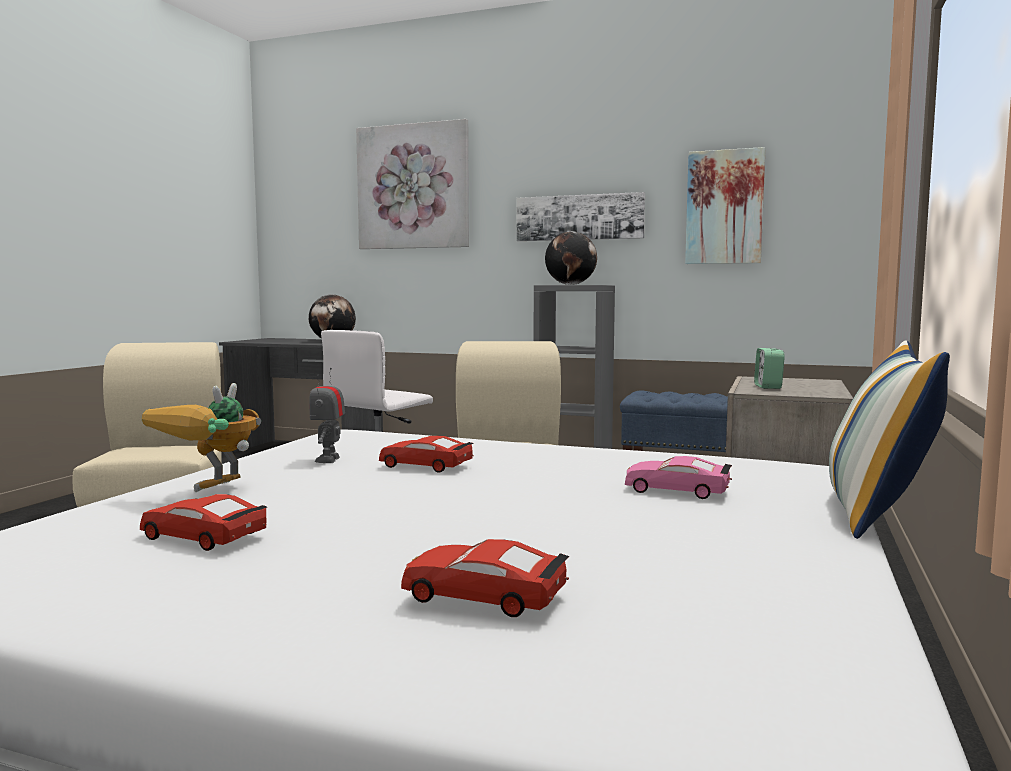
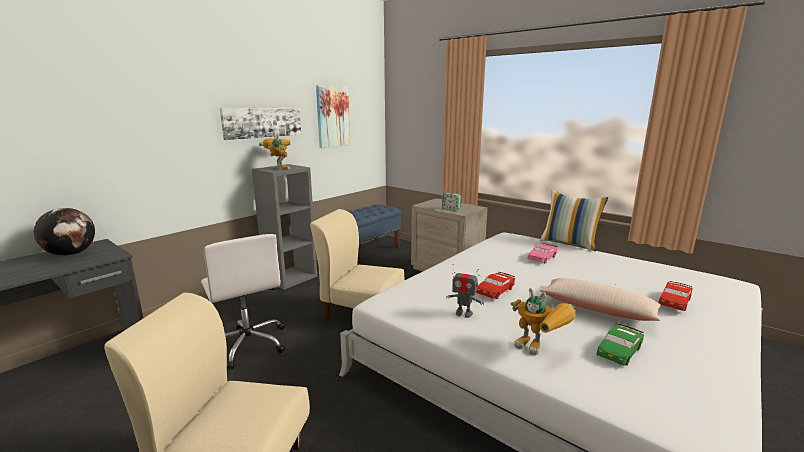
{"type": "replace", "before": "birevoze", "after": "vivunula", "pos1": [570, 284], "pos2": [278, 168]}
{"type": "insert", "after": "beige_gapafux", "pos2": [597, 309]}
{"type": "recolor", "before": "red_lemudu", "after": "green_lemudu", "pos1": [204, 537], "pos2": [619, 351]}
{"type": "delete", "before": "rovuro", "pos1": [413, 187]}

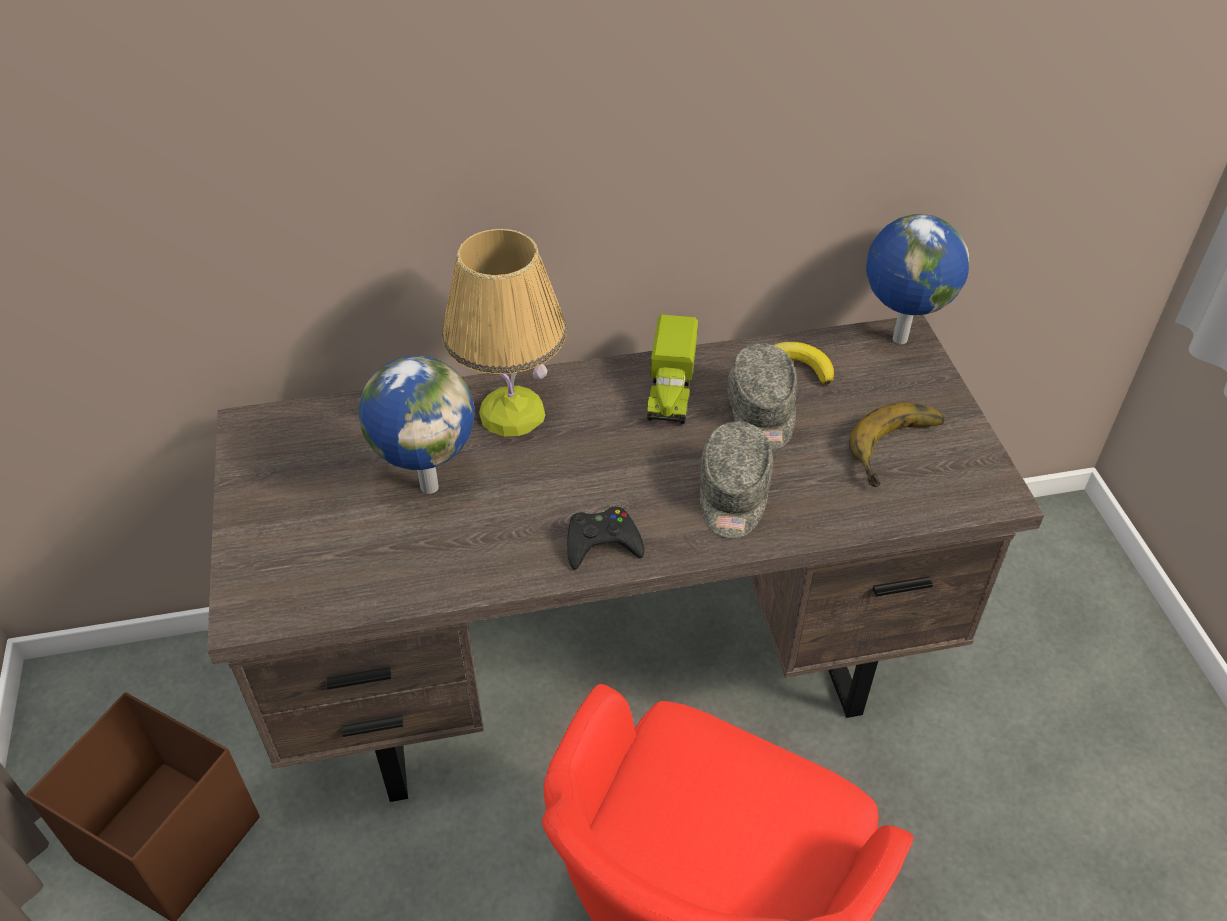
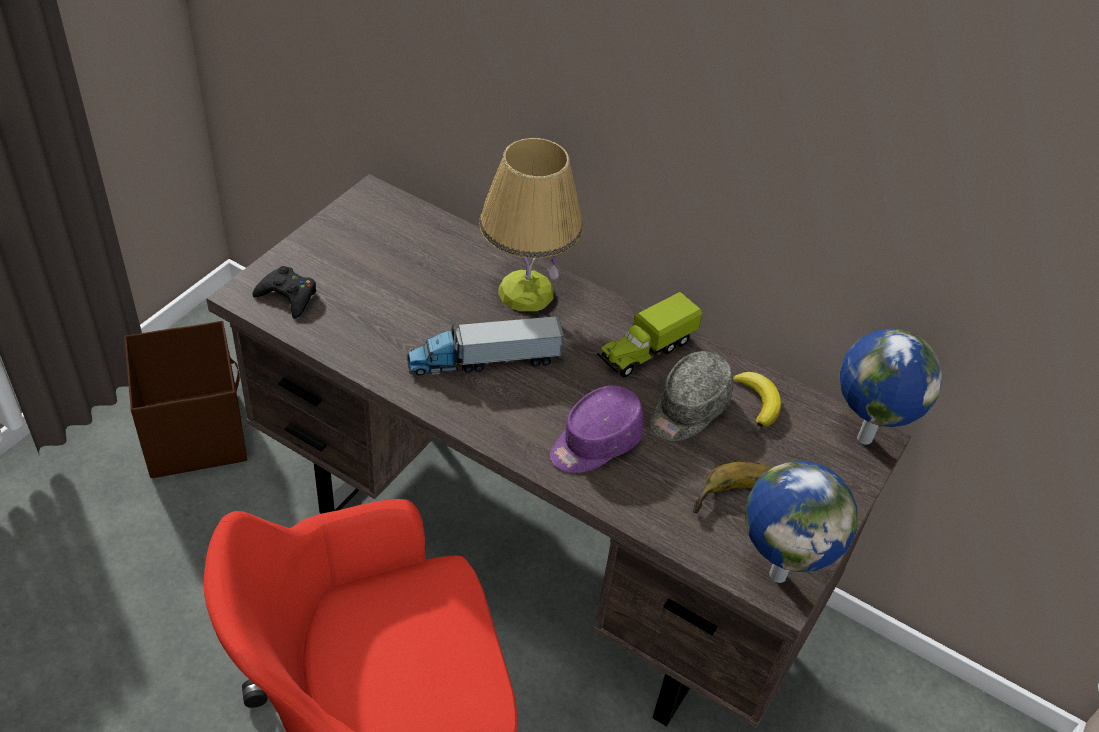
{"type": "move", "before": "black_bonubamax", "pos1": [602, 543], "pos2": [288, 296]}
{"type": "insert", "after": "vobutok", "pos2": [484, 360]}
{"type": "recolor", "before": "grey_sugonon", "after": "purple_sugonon", "pos1": [733, 495], "pos2": [594, 443]}
{"type": "move", "before": "birevoze", "pos1": [429, 485], "pos2": [778, 573]}

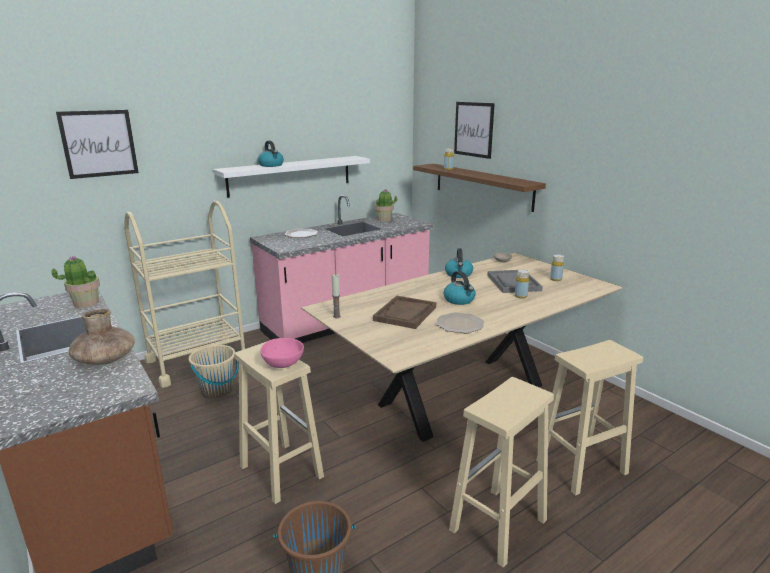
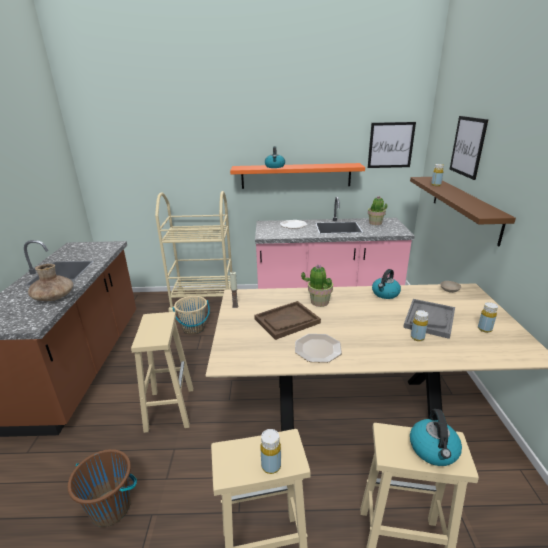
{"type": "recolor", "before": "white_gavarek", "after": "orange_gavarek", "pos1": [290, 175], "pos2": [296, 176]}
{"type": "insert", "after": "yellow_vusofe", "pos2": [271, 466]}
{"type": "move", "before": "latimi", "pos1": [86, 303], "pos2": [319, 302]}
{"type": "move", "before": "rovuro", "pos1": [99, 143], "pos2": [390, 145]}
{"type": "move", "before": "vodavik", "pos1": [459, 300], "pos2": [434, 450]}
{"type": "delete", "before": "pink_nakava", "pos1": [283, 364]}

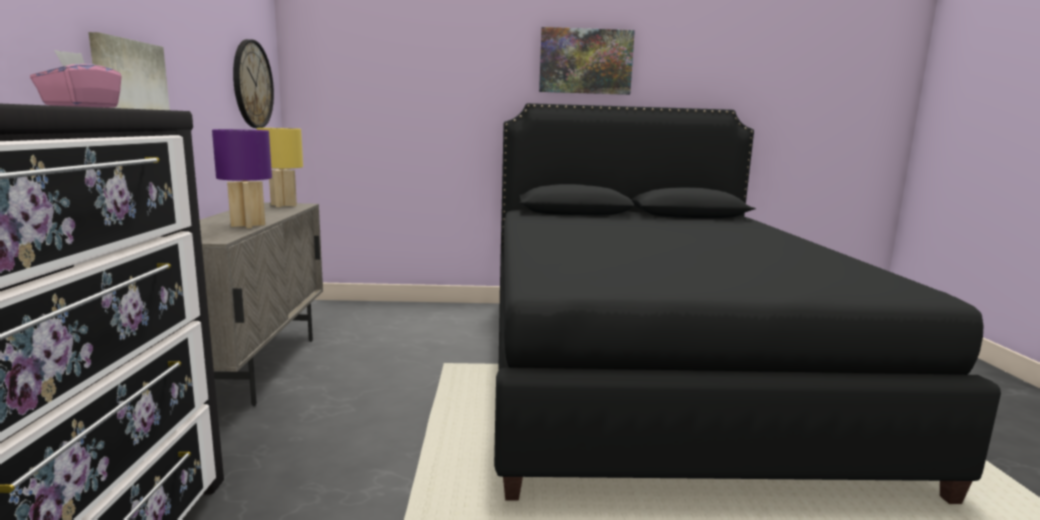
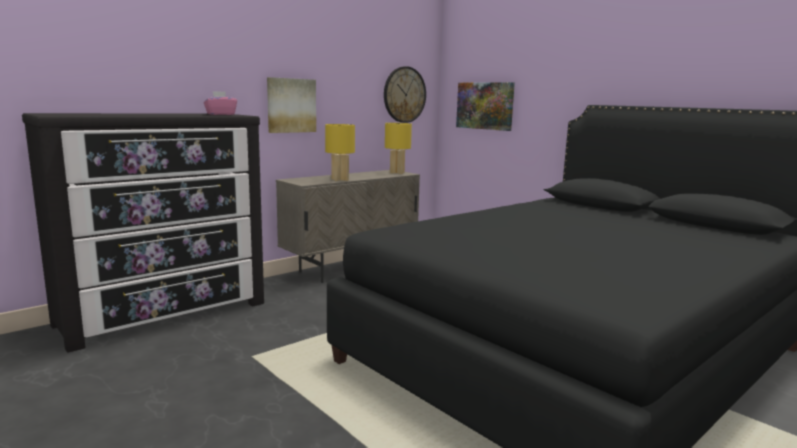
{"type": "recolor", "before": "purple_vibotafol", "after": "yellow_vibotafol", "pos1": [248, 225], "pos2": [340, 180]}
{"type": "move", "before": "rovuro", "pos1": [585, 61], "pos2": [485, 106]}

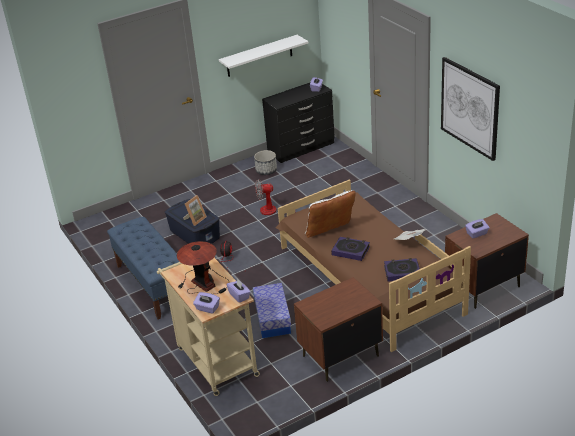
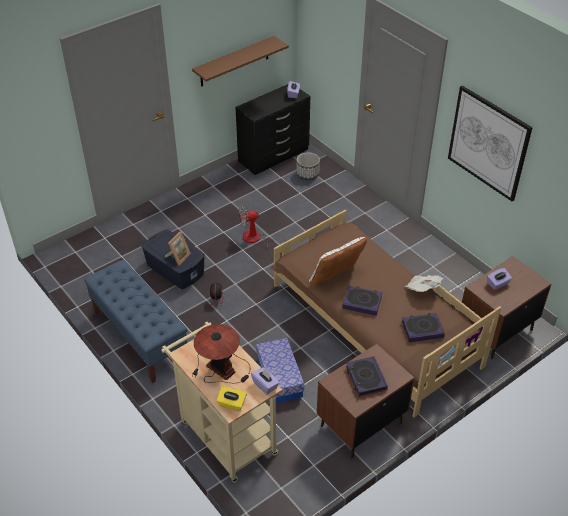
{"type": "recolor", "before": "white_gavarek", "after": "brown_gavarek", "pos1": [259, 56], "pos2": [234, 62]}
{"type": "recolor", "before": "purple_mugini", "after": "yellow_mugini", "pos1": [207, 308], "pos2": [232, 404]}
{"type": "move", "before": "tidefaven", "pos1": [266, 170], "pos2": [307, 174]}
{"type": "insert", "after": "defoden", "pos2": [366, 378]}

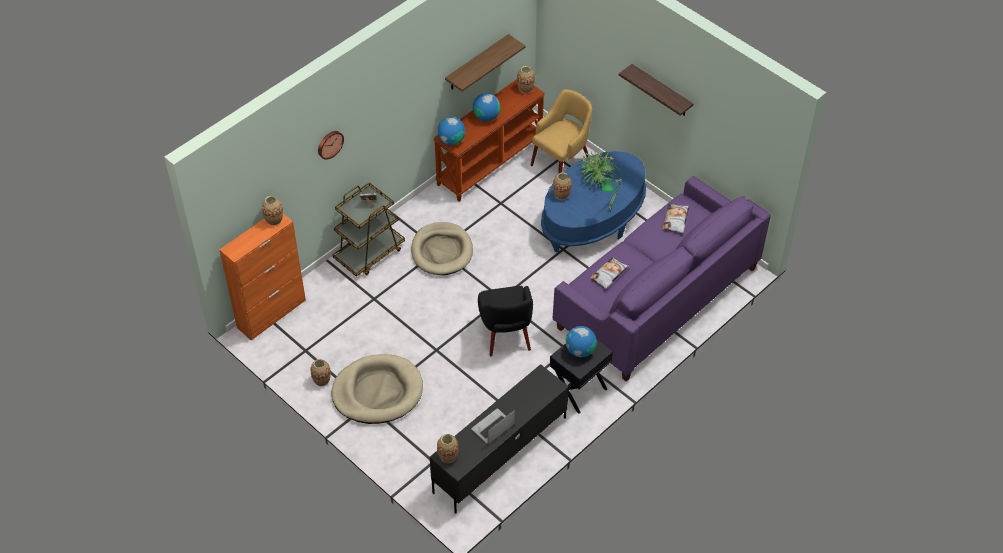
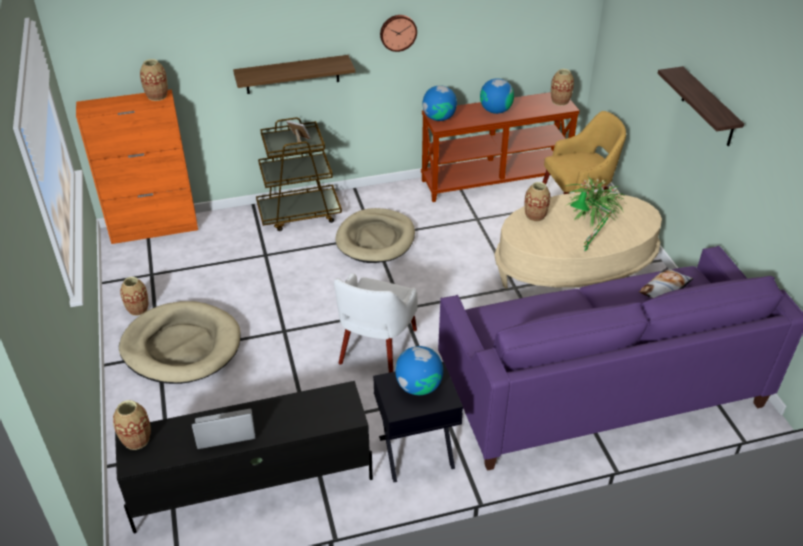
{"type": "move", "before": "gavarek", "pos1": [477, 63], "pos2": [292, 74]}
{"type": "recolor", "before": "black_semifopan", "after": "white_semifopan", "pos1": [505, 334], "pos2": [376, 348]}
{"type": "move", "before": "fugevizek", "pos1": [329, 144], "pos2": [398, 32]}
{"type": "recolor", "before": "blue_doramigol", "after": "beige_doramigol", "pos1": [592, 218], "pos2": [574, 270]}
{"type": "delete", "before": "gapafux", "pos1": [609, 275]}

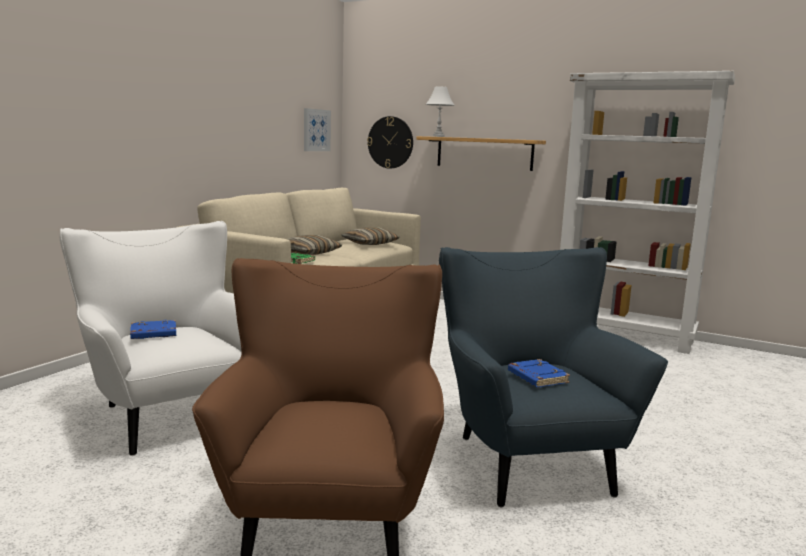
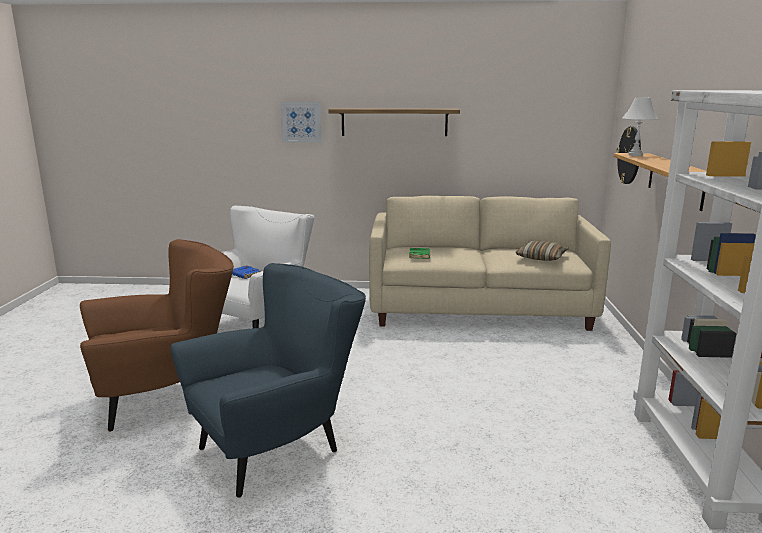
{"type": "move", "before": "rovuro", "pos1": [316, 130], "pos2": [301, 122]}
{"type": "insert", "after": "gavarek", "pos2": [394, 122]}
{"type": "delete", "before": "gapafux", "pos1": [309, 253]}
{"type": "delete", "before": "blue_defoden", "pos1": [536, 377]}

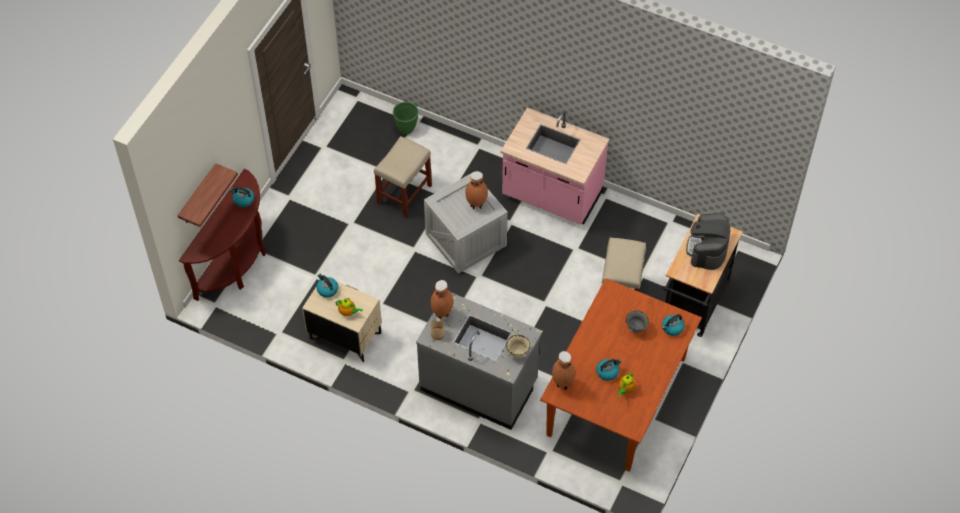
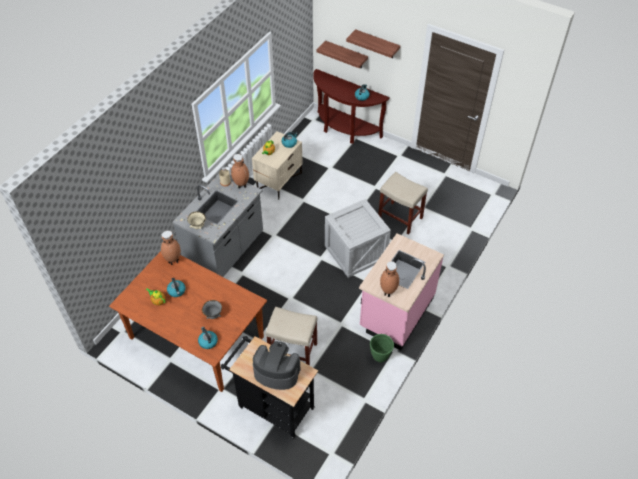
{"type": "insert", "after": "gavarek", "pos2": [377, 44]}
{"type": "move", "before": "green_tidefaven", "pos1": [406, 128], "pos2": [380, 356]}
{"type": "move", "before": "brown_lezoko", "pos1": [476, 205], "pos2": [388, 292]}

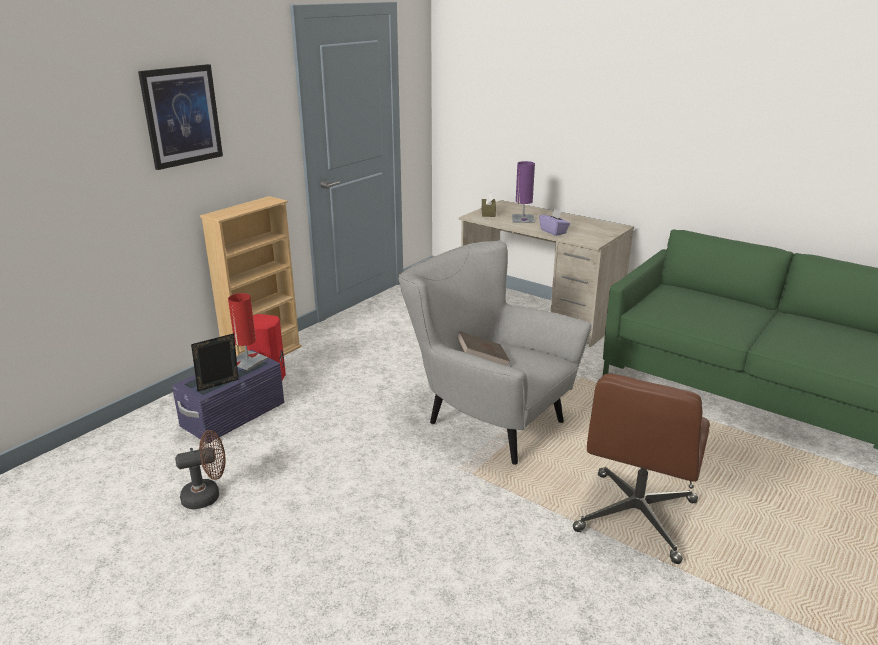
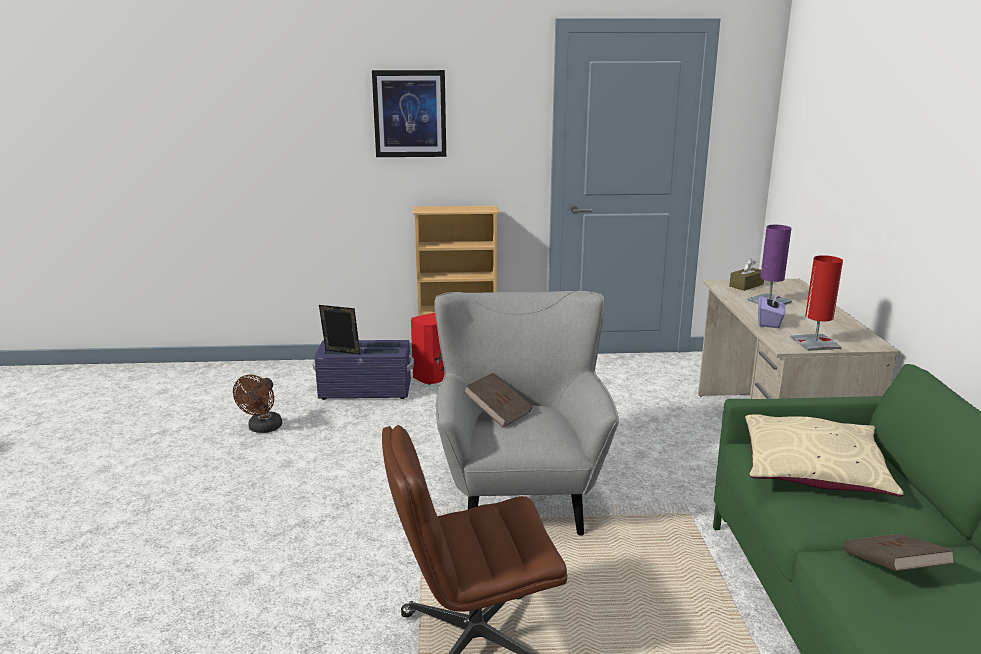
{"type": "rotate", "before": "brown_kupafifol", "pos1": [207, 496], "pos2": [263, 429], "turn": 75}
{"type": "insert", "after": "beige_gapafux", "pos2": [813, 468]}
{"type": "move", "before": "red_vibotafol", "pos1": [247, 361], "pos2": [815, 343]}
{"type": "insert", "after": "brown_defoden", "pos2": [893, 570]}

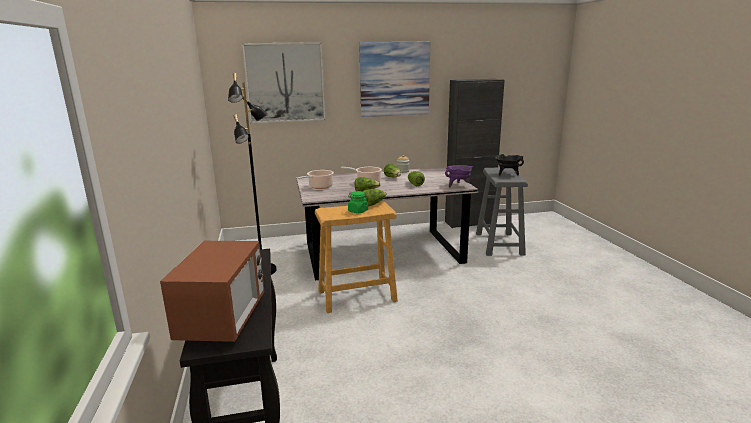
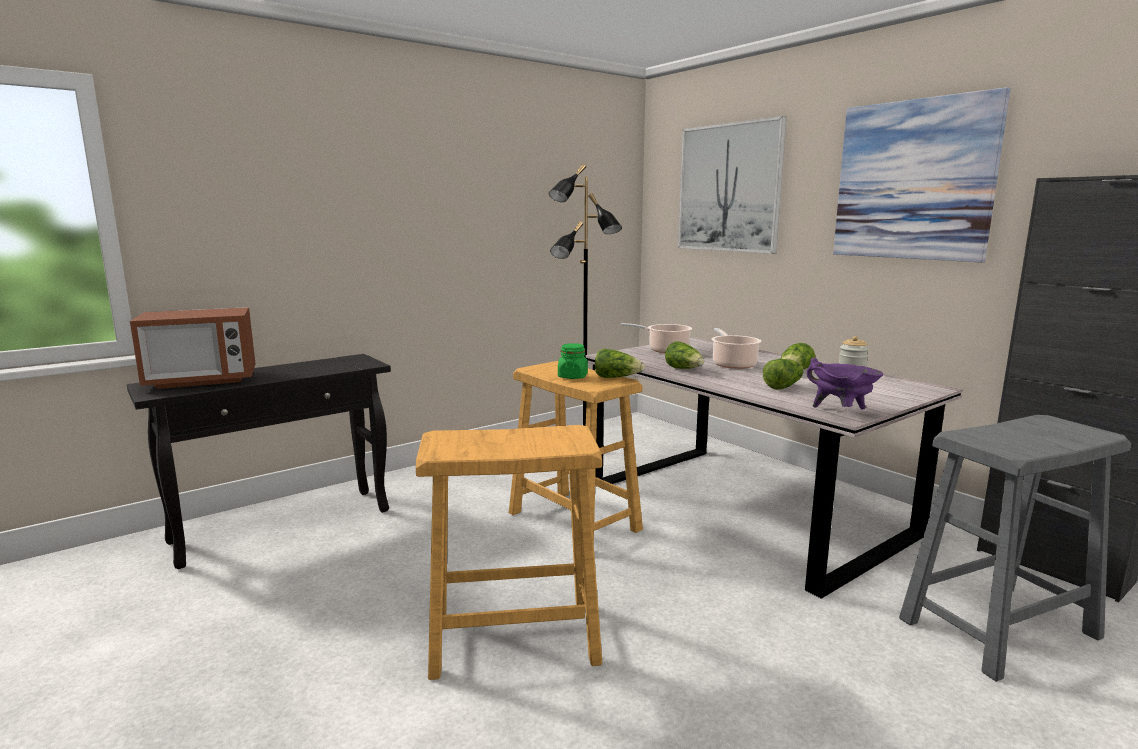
{"type": "insert", "after": "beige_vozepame", "pos2": [515, 637]}
{"type": "delete", "before": "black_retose", "pos1": [507, 174]}

